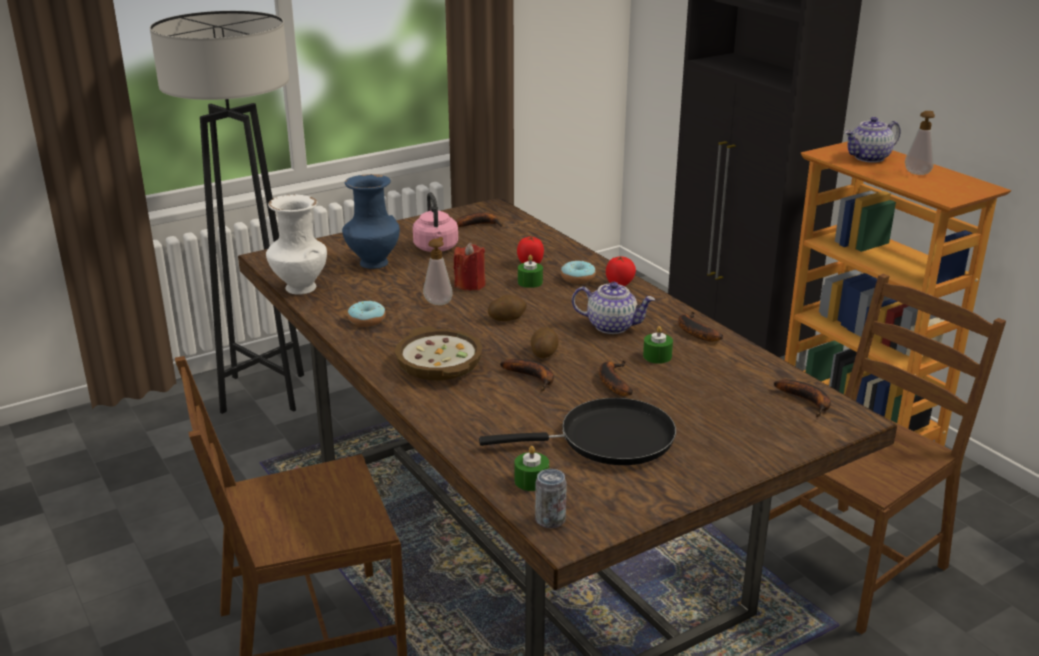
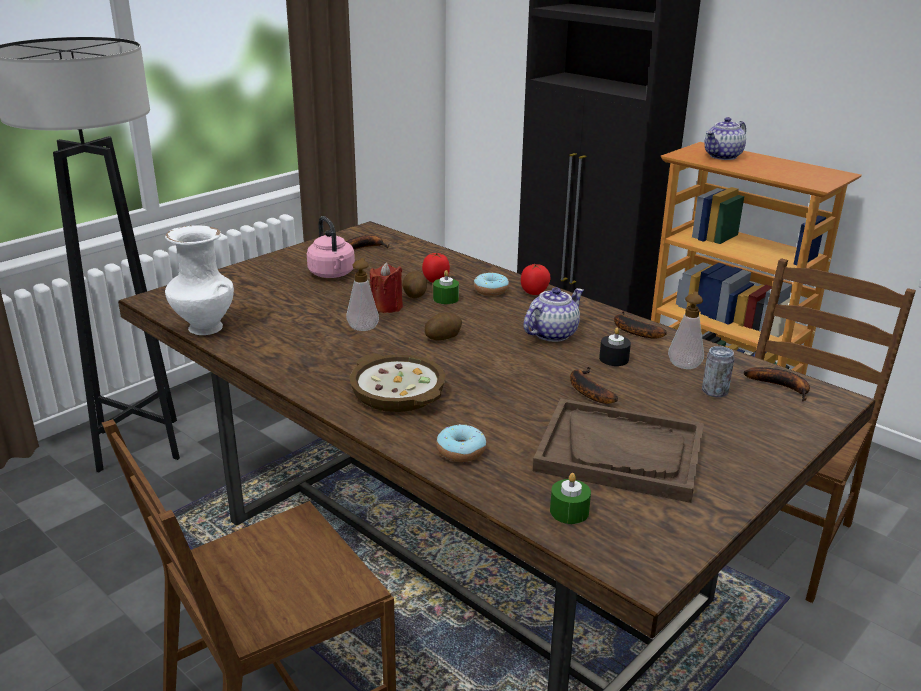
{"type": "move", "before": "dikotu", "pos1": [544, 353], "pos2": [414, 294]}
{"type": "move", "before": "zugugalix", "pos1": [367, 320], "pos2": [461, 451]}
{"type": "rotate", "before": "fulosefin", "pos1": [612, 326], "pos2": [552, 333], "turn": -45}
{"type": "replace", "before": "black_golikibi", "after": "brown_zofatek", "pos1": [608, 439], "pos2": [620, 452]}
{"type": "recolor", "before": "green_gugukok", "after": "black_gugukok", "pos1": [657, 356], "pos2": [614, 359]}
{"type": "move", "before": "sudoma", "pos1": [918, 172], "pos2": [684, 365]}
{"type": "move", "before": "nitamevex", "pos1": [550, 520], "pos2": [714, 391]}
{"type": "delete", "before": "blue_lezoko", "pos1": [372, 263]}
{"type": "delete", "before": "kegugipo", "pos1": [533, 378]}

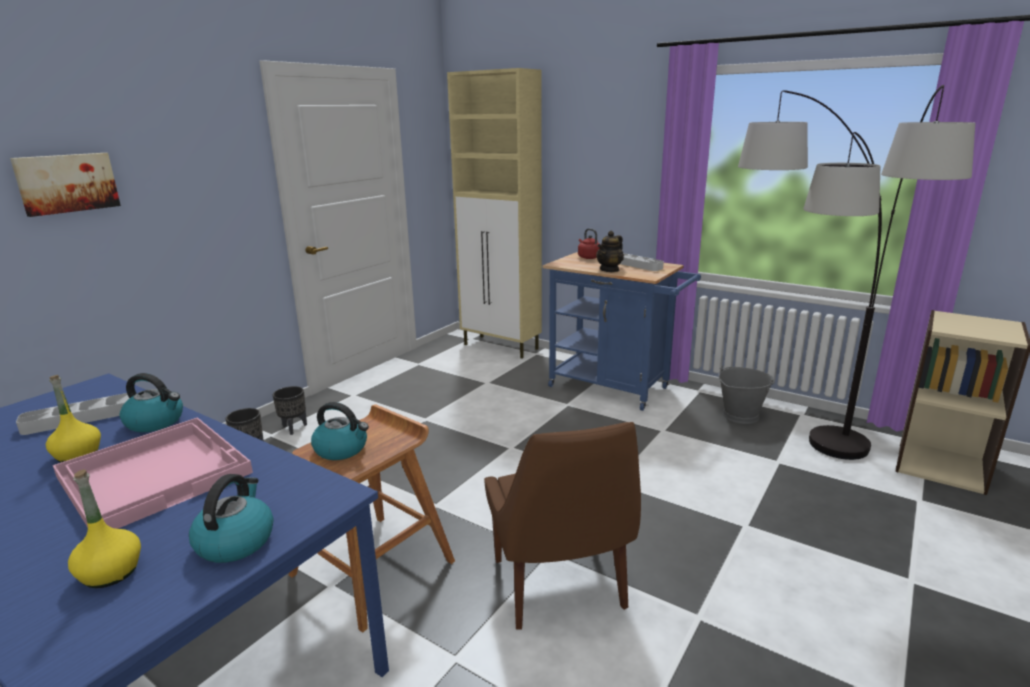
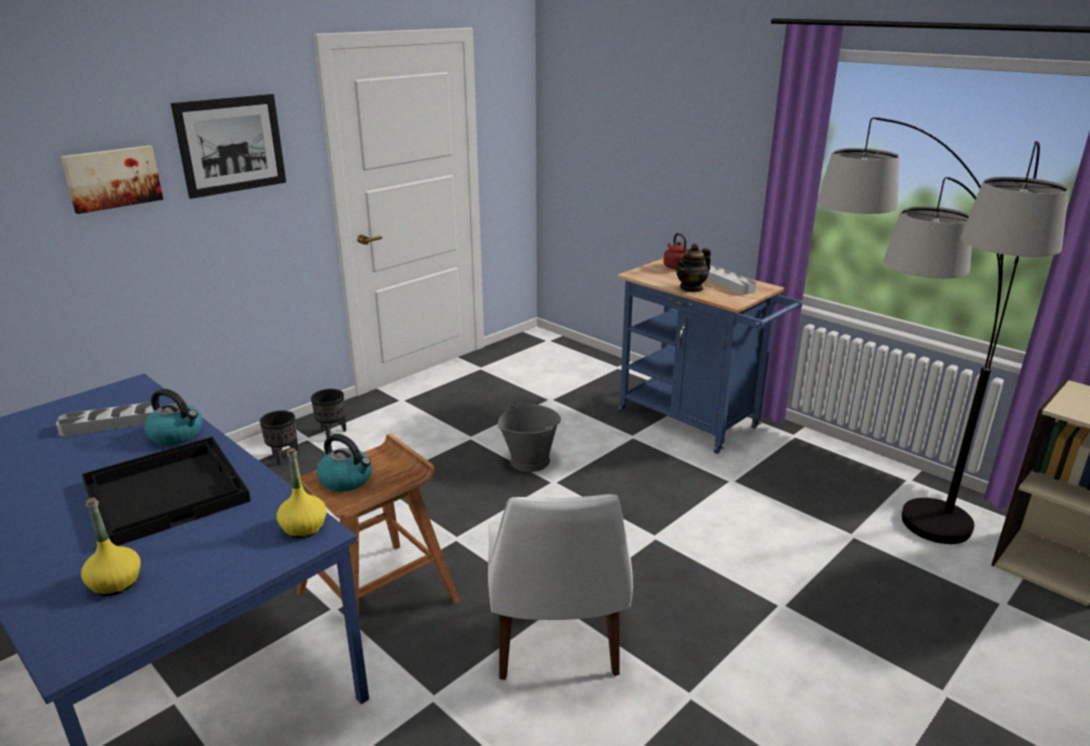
{"type": "recolor", "before": "pink_zofatek", "after": "black_zofatek", "pos1": [156, 473], "pos2": [167, 491]}
{"type": "insert", "after": "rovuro", "pos2": [231, 145]}
{"type": "move", "before": "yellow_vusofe", "pos1": [77, 454], "pos2": [303, 527]}
{"type": "recolor", "before": "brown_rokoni", "after": "white_rokoni", "pos1": [560, 587], "pos2": [556, 643]}
{"type": "move", "before": "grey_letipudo", "pos1": [740, 415], "pos2": [530, 460]}
{"type": "delete", "before": "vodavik", "pos1": [236, 541]}
{"type": "delete", "before": "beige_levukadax", "pos1": [501, 347]}

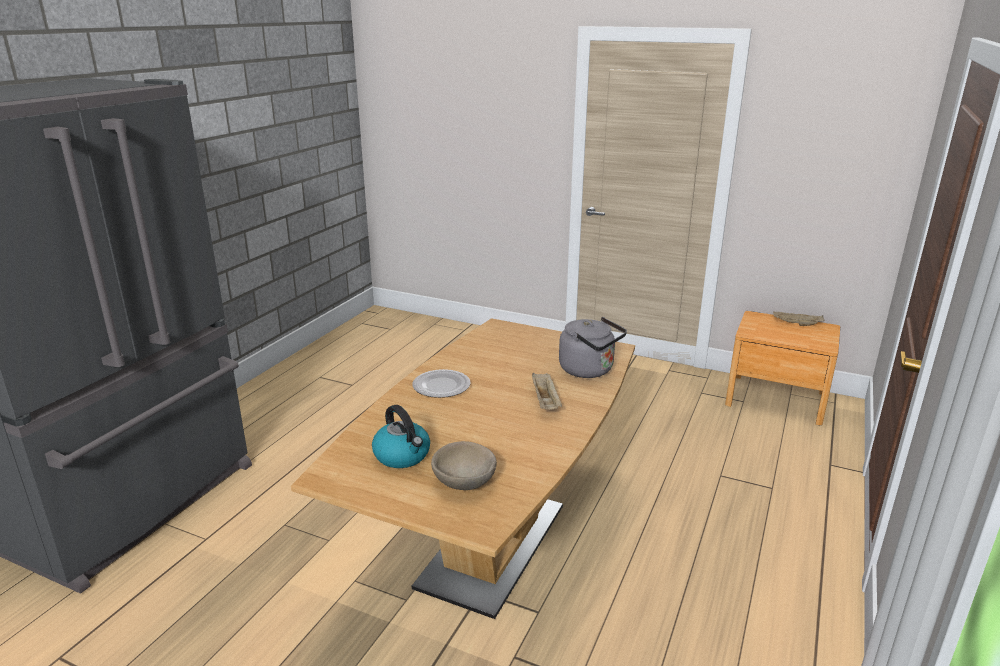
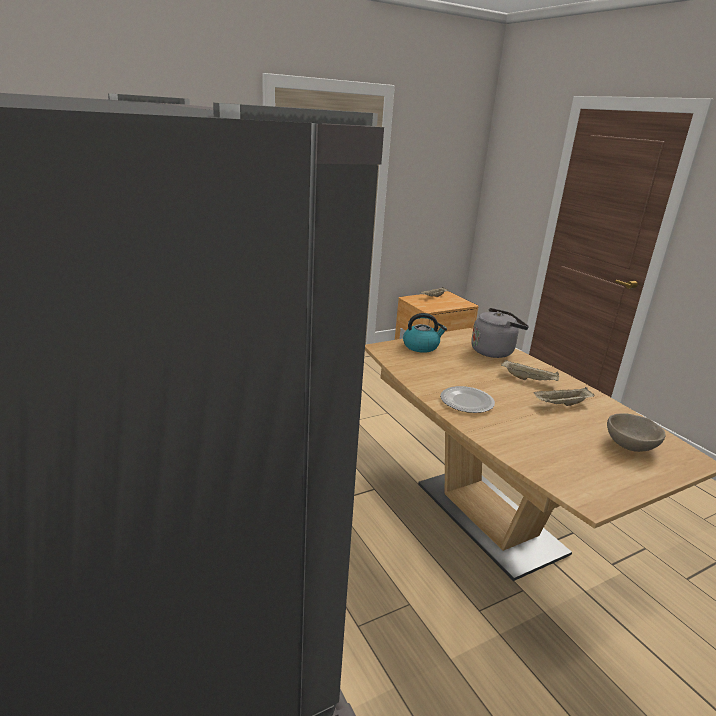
{"type": "move", "before": "vodavik", "pos1": [403, 456], "pos2": [421, 346]}
{"type": "insert", "after": "beige_zofatek", "pos2": [561, 404]}

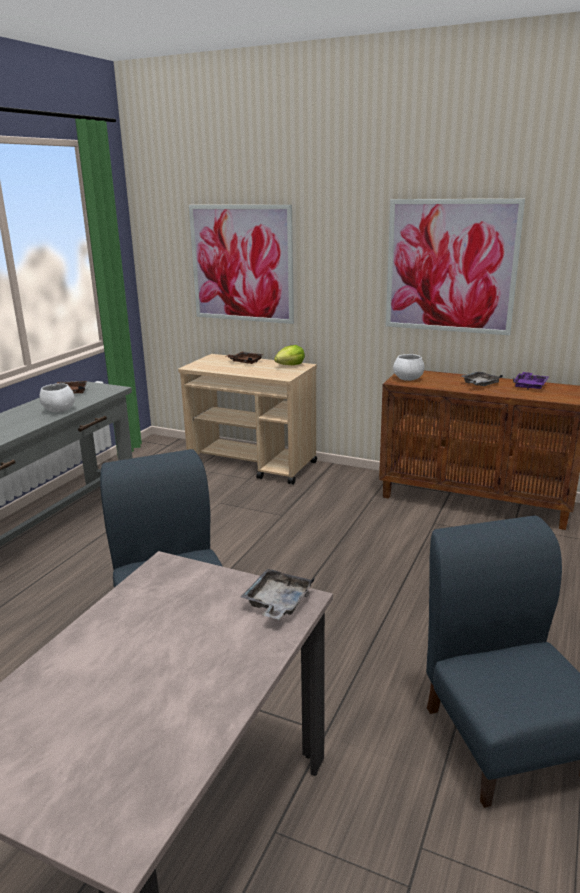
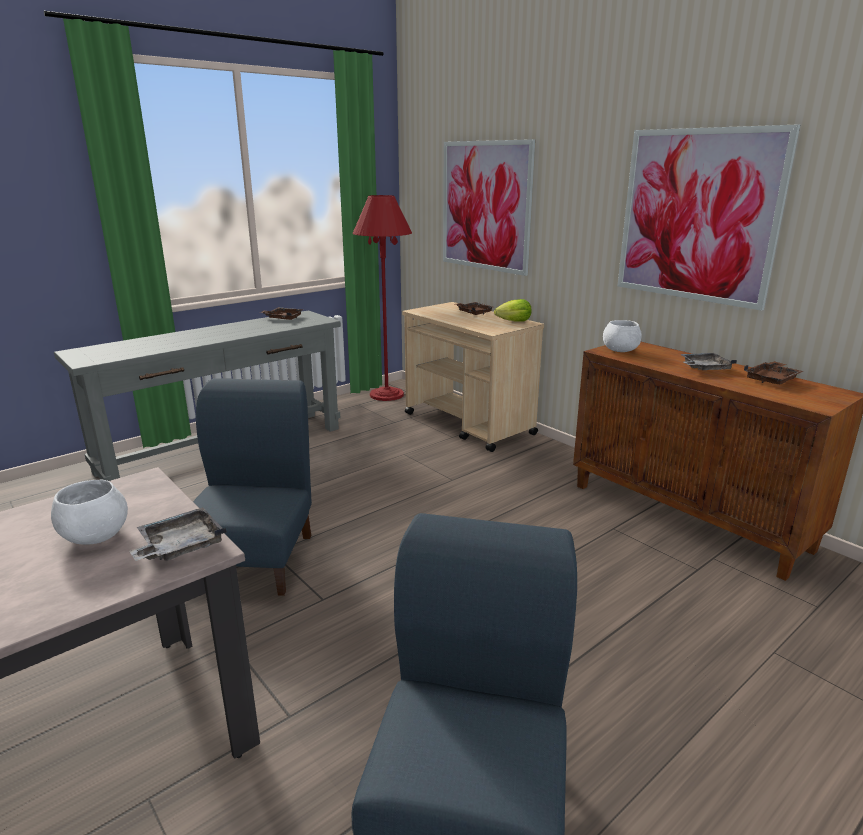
{"type": "move", "before": "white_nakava", "pos1": [59, 410], "pos2": [96, 536]}
{"type": "insert", "after": "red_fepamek", "pos2": [386, 394]}
{"type": "recolor", "before": "purple_zofatek", "after": "brown_zofatek", "pos1": [529, 386], "pos2": [772, 380]}

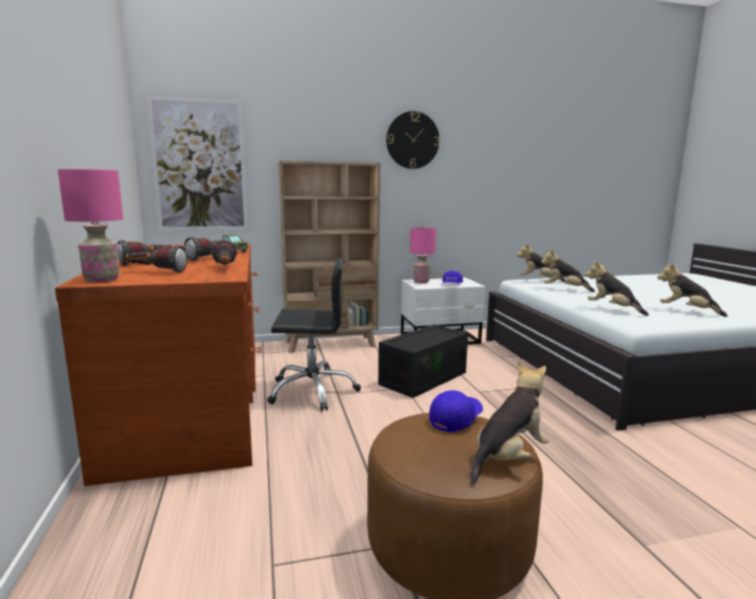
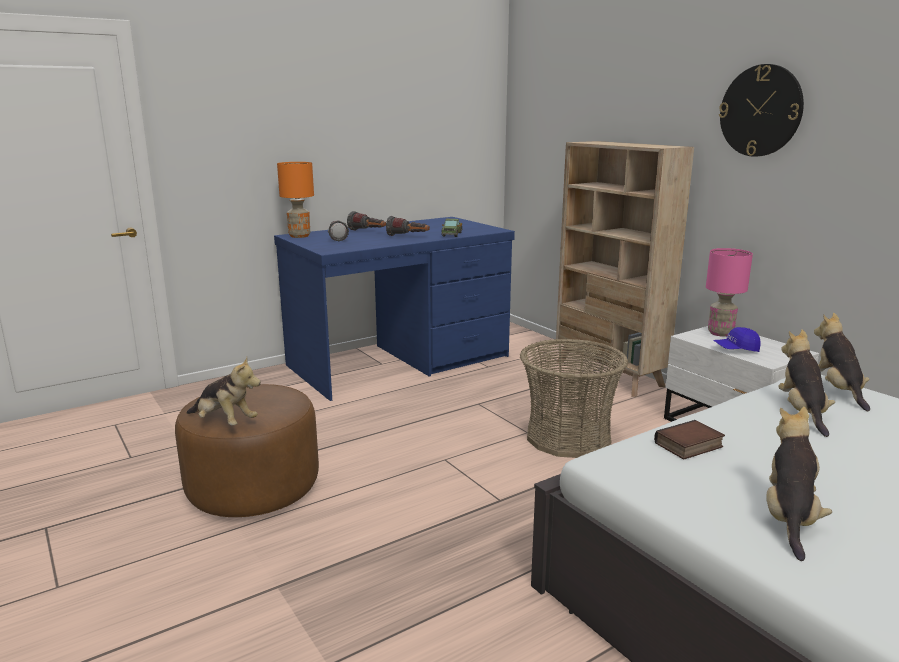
{"type": "recolor", "before": "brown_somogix", "after": "blue_somogix", "pos1": [192, 409], "pos2": [400, 361]}
{"type": "recolor", "before": "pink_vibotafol", "after": "orange_vibotafol", "pos1": [101, 280], "pos2": [299, 236]}
{"type": "replace", "before": "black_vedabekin", "after": "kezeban", "pos1": [423, 377], "pos2": [568, 437]}
{"type": "replace", "before": "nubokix", "after": "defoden", "pos1": [612, 309], "pos2": [689, 446]}
{"type": "delete", "before": "rovuro", "pos1": [200, 166]}
{"type": "delete", "before": "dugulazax", "pos1": [225, 268]}
{"type": "delete", "before": "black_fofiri", "pos1": [312, 391]}
{"type": "delete", "before": "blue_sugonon", "pos1": [456, 419]}

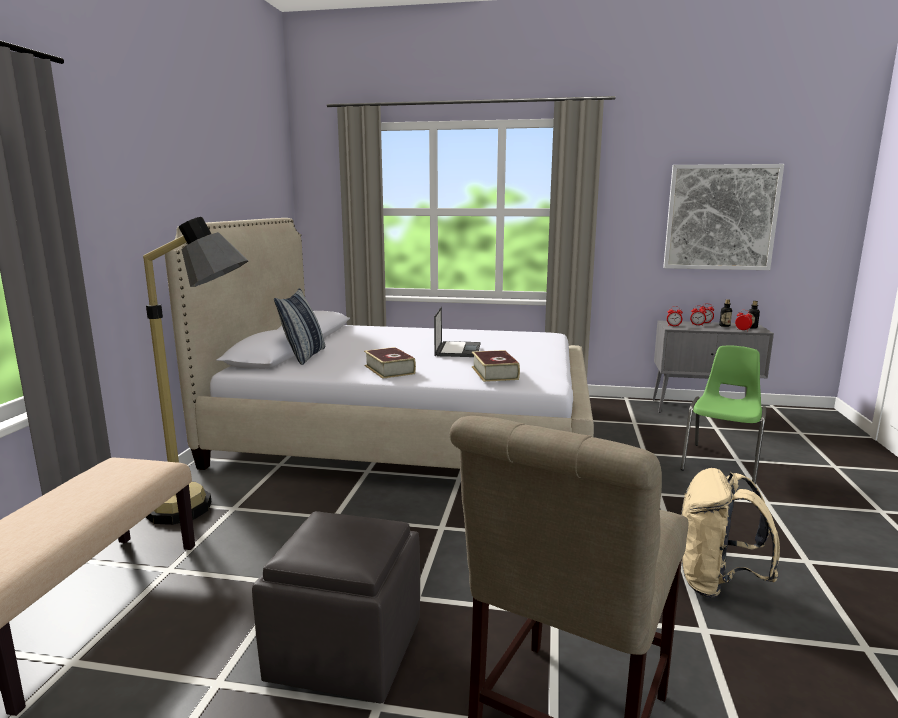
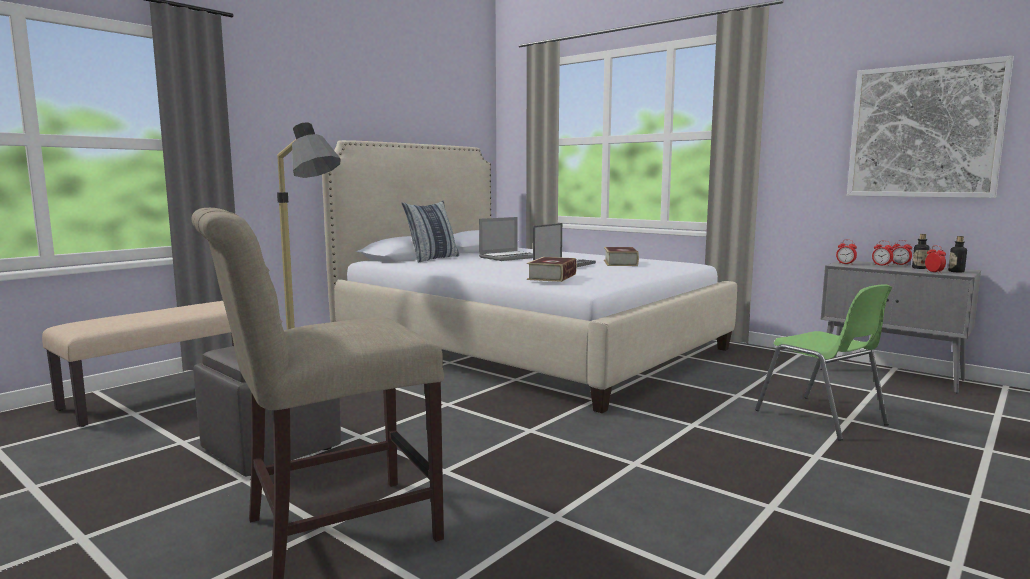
{"type": "insert", "after": "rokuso", "pos2": [509, 257]}
{"type": "move", "before": "defoden", "pos1": [389, 369], "pos2": [620, 263]}
{"type": "rotate", "before": "green_rokoni", "pos1": [722, 463], "pos2": [822, 418], "turn": 90}
{"type": "delete", "before": "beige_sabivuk", "pos1": [716, 583]}

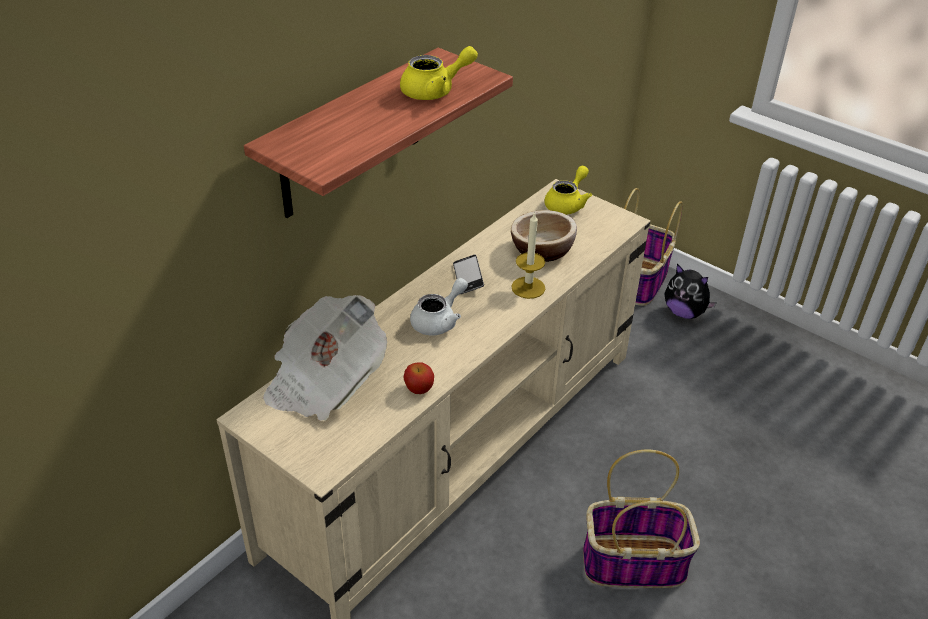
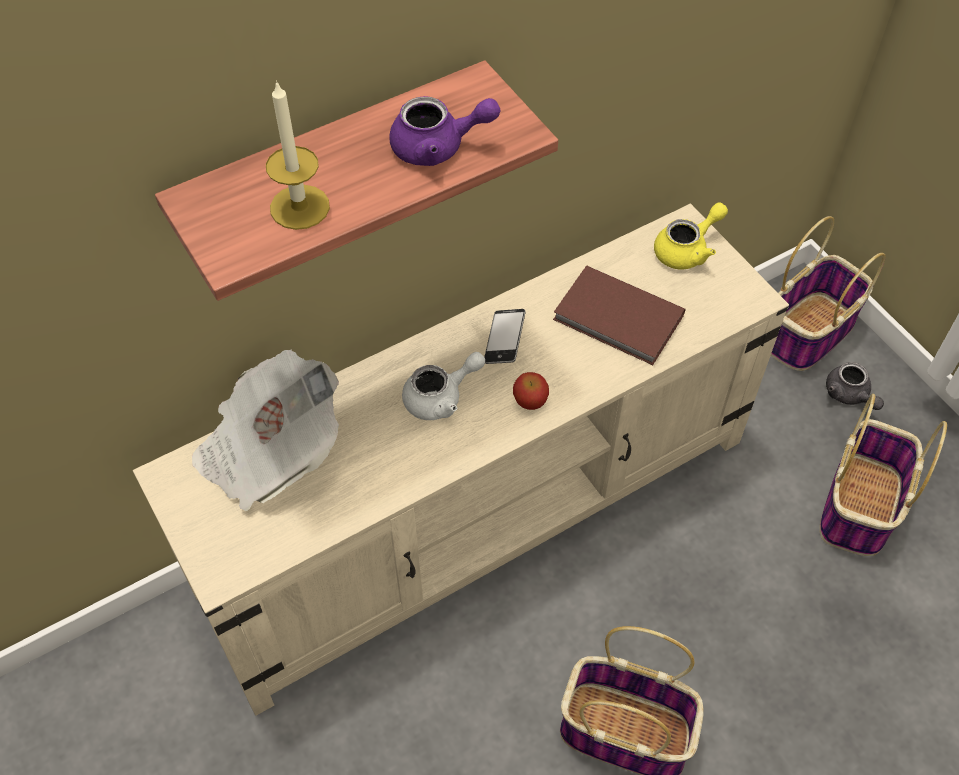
{"type": "move", "before": "gugukok", "pos1": [528, 287], "pos2": [299, 207]}
{"type": "recolor", "before": "yellow_fulosefin", "after": "purple_fulosefin", "pos1": [435, 91], "pos2": [438, 147]}
{"type": "move", "before": "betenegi", "pos1": [418, 389], "pos2": [529, 401]}
{"type": "replace", "before": "nakava", "after": "brown_defoden", "pos1": [542, 250], "pos2": [618, 320]}
{"type": "insert", "after": "kezeban", "pos2": [860, 507]}
{"type": "replace", "before": "nubokix", "after": "grey_fulosefin", "pos1": [684, 312], "pos2": [849, 395]}

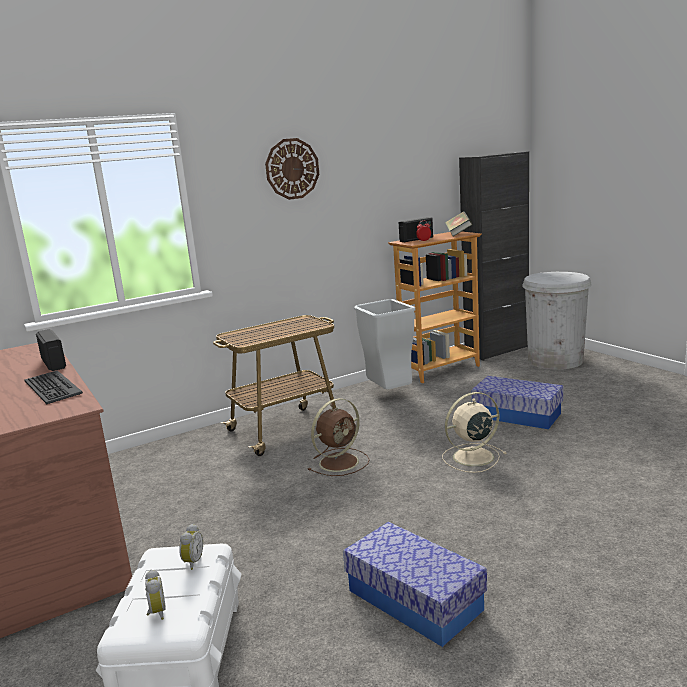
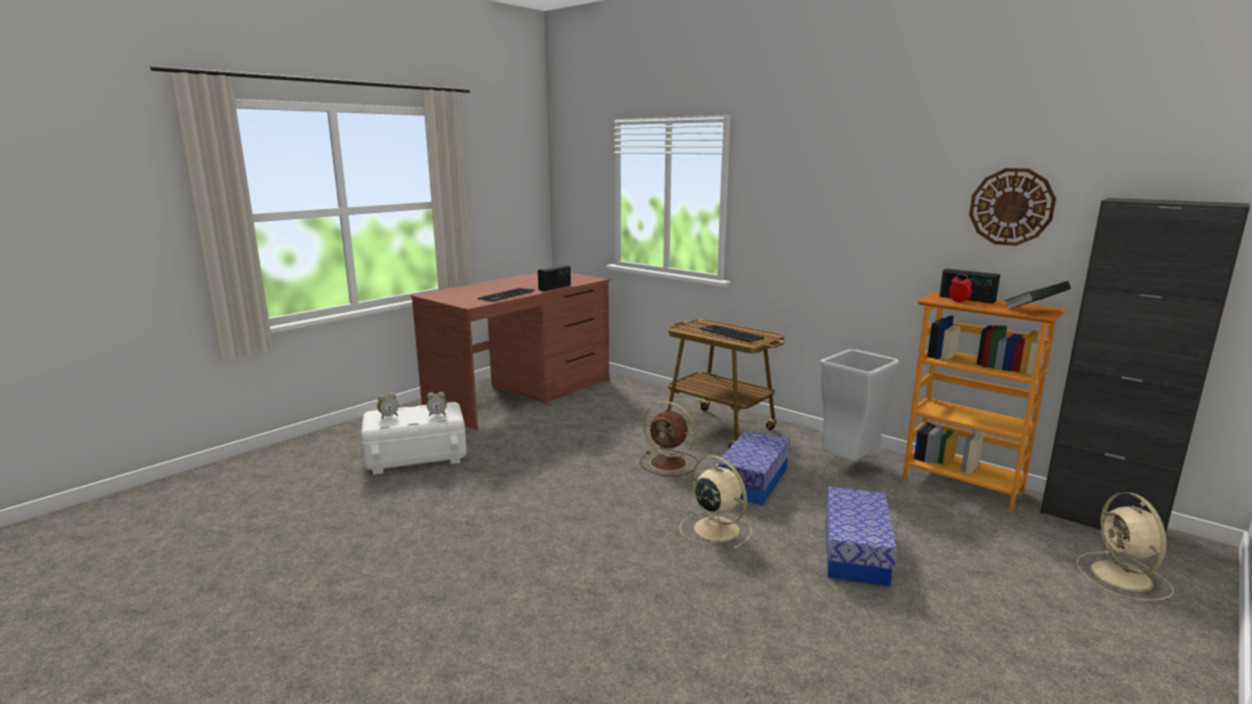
{"type": "insert", "after": "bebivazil", "pos2": [731, 334]}
{"type": "move", "before": "vedabekin", "pos1": [414, 600], "pos2": [752, 481]}
{"type": "move", "before": "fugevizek", "pos1": [292, 169], "pos2": [1011, 207]}
{"type": "replace", "before": "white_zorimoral", "after": "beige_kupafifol", "pos1": [555, 360], "pos2": [1123, 577]}

